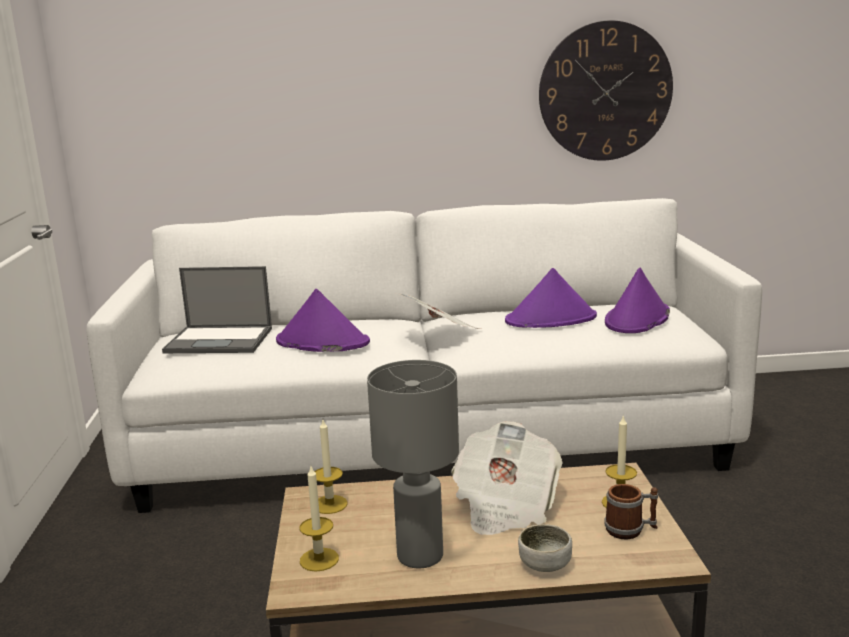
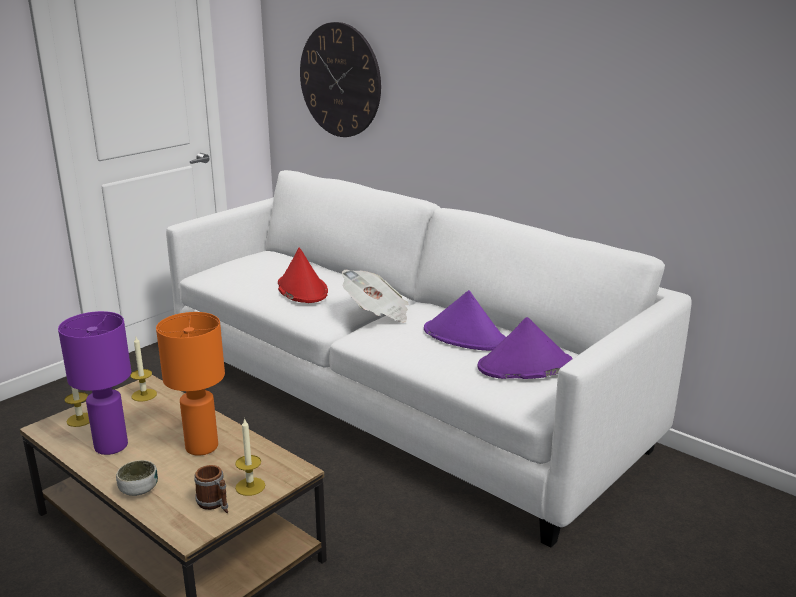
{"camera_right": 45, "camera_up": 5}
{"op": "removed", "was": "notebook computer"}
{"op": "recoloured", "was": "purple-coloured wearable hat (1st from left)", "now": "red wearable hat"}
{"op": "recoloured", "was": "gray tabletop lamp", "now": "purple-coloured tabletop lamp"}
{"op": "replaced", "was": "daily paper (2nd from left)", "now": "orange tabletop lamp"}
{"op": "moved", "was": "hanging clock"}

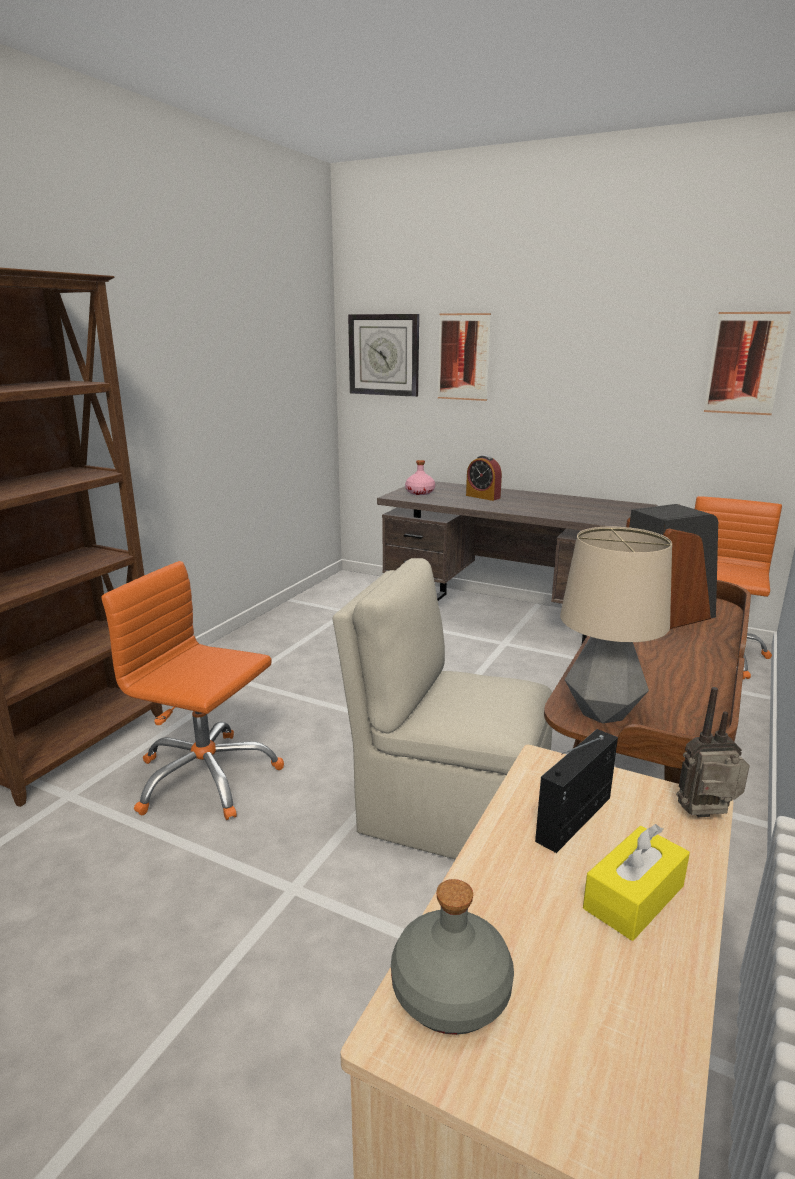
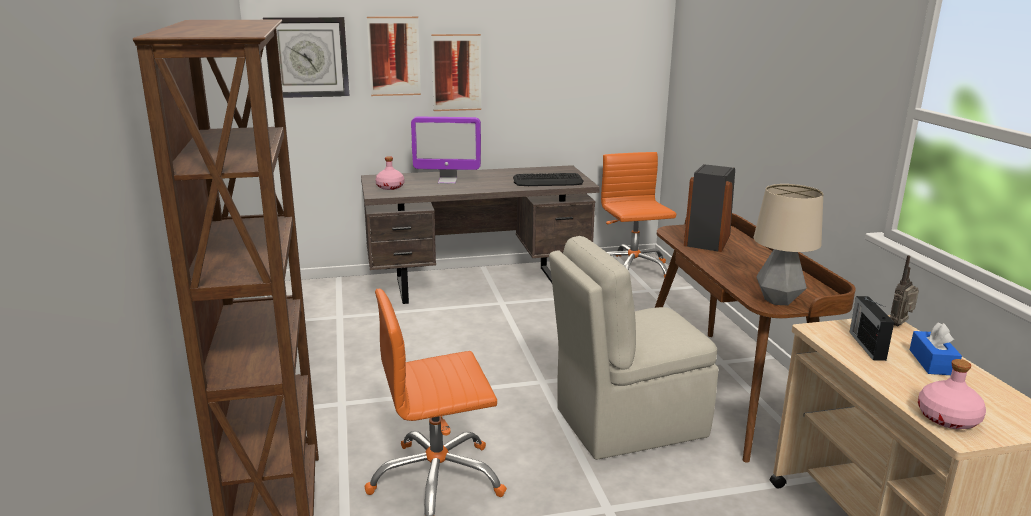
{"camera_right": -40, "camera_up": 0}
{"op": "recoloured", "was": "gray bottle", "now": "pink bottle (2nd from left)"}
{"op": "replaced", "was": "bedside clock", "now": "computer display"}
{"op": "recoloured", "was": "yellowish tissue box", "now": "bluish tissue box"}
{"op": "moved", "was": "wall picture (2nd from left)"}
{"op": "added", "now": "PC keyboard"}

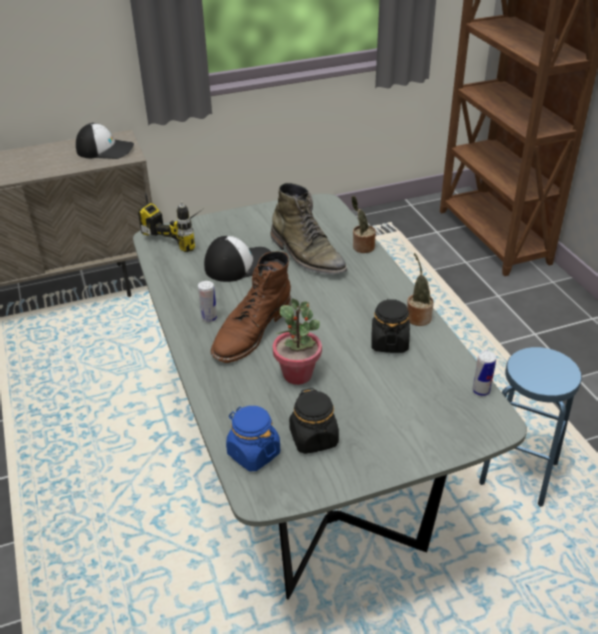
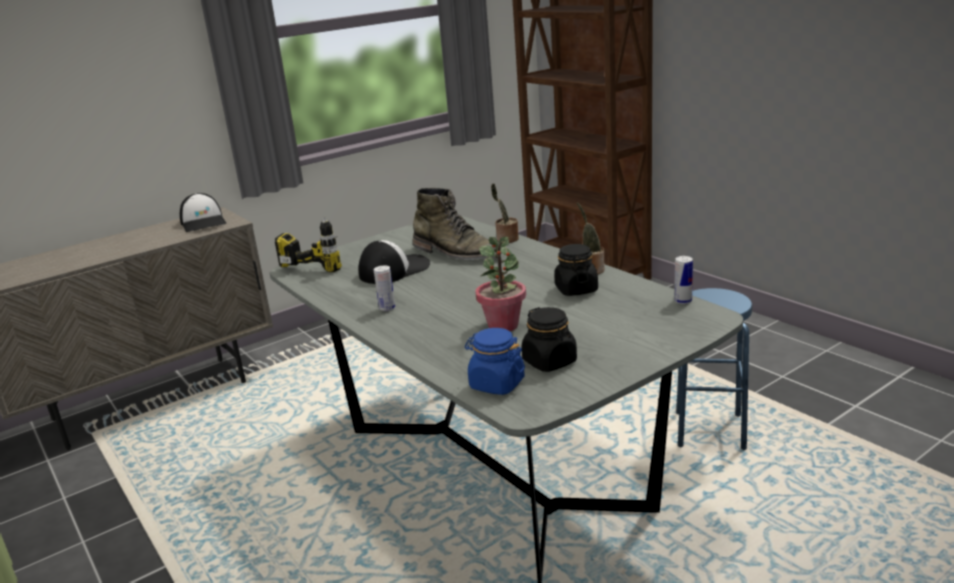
{"camera_right": -15, "camera_up": -15}
{"op": "turned", "was": "peaked cap (1st from left)", "clockwise": 75}
{"op": "removed", "was": "brownish high-top boot"}

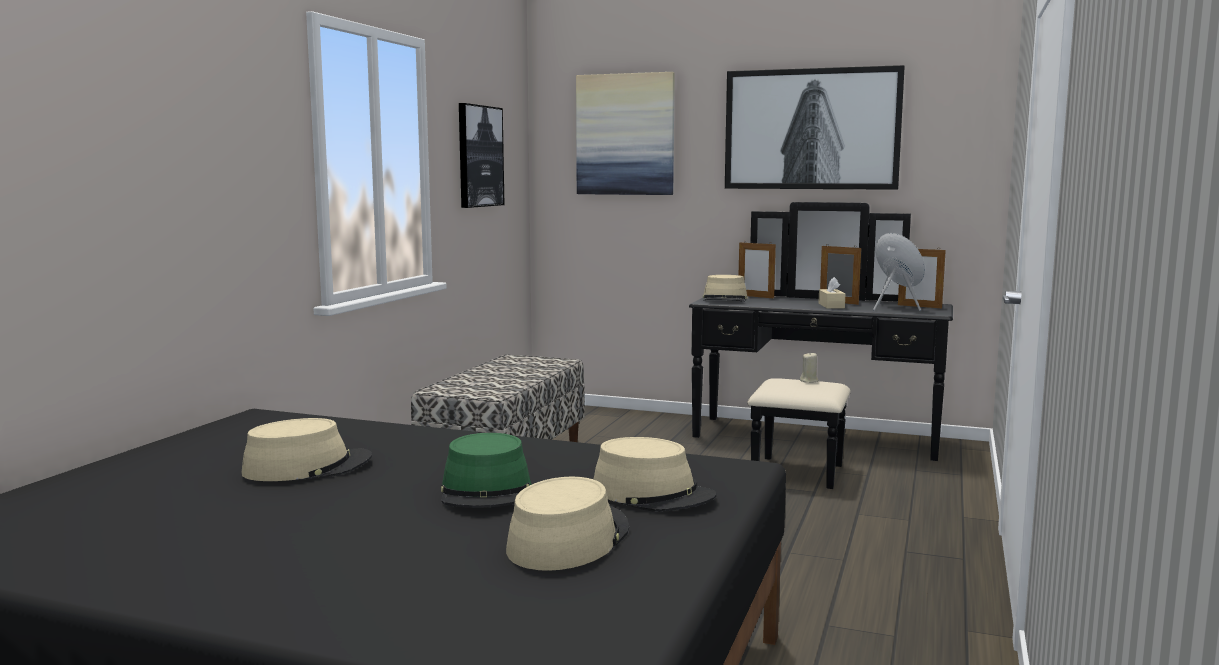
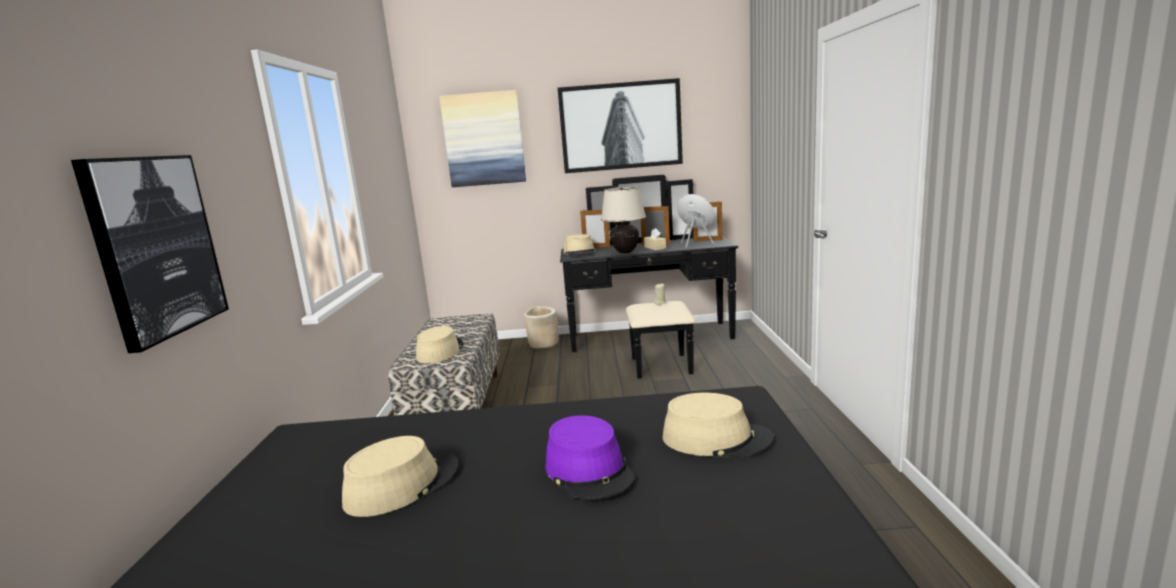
{"camera_right": -20, "camera_up": 5}
{"op": "recoloured", "was": "green wearable hat", "now": "purple-coloured wearable hat"}
{"op": "moved", "was": "wall picture (1st from left)"}
{"op": "moved", "was": "beige-coloured wearable hat (2nd from left)"}
{"op": "added", "now": "beige-coloured plant pot"}
{"op": "added", "now": "beige-coloured tabletop lamp"}

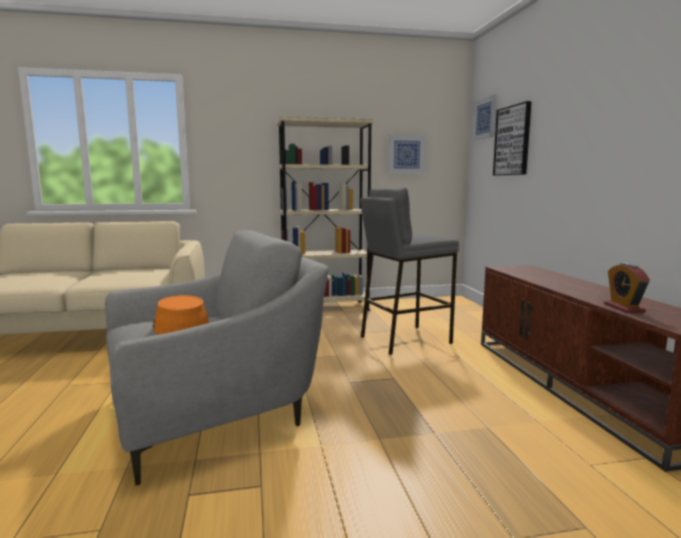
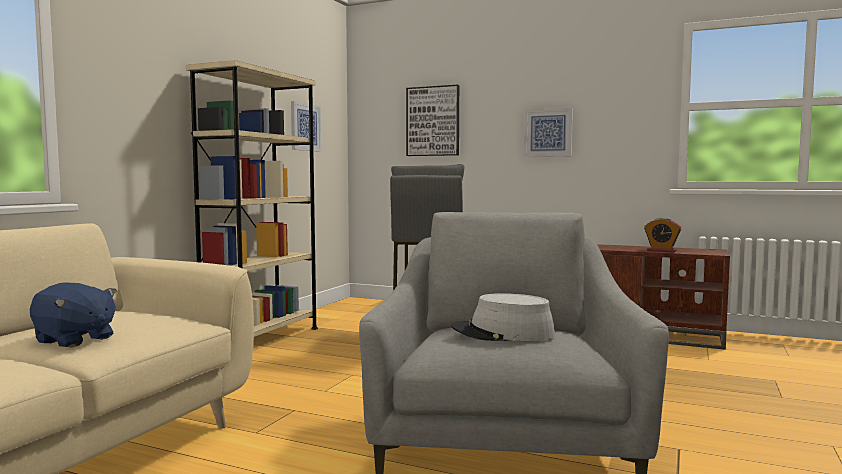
{"camera_right": -55, "camera_up": -5}
{"op": "recoloured", "was": "orange wearable hat", "now": "gray wearable hat"}
{"op": "moved", "was": "wall picture (2nd from left in the first image)", "now": "wall picture (3rd from left)"}
{"op": "added", "now": "bluish cuddly toy"}

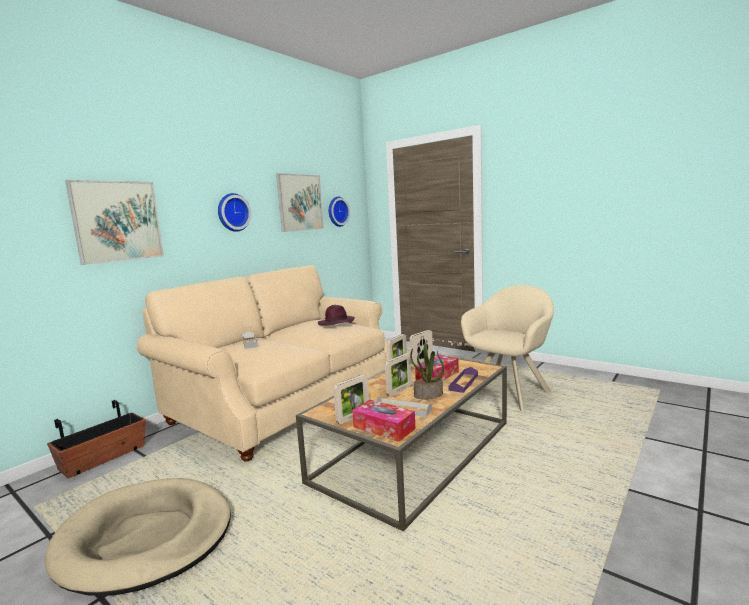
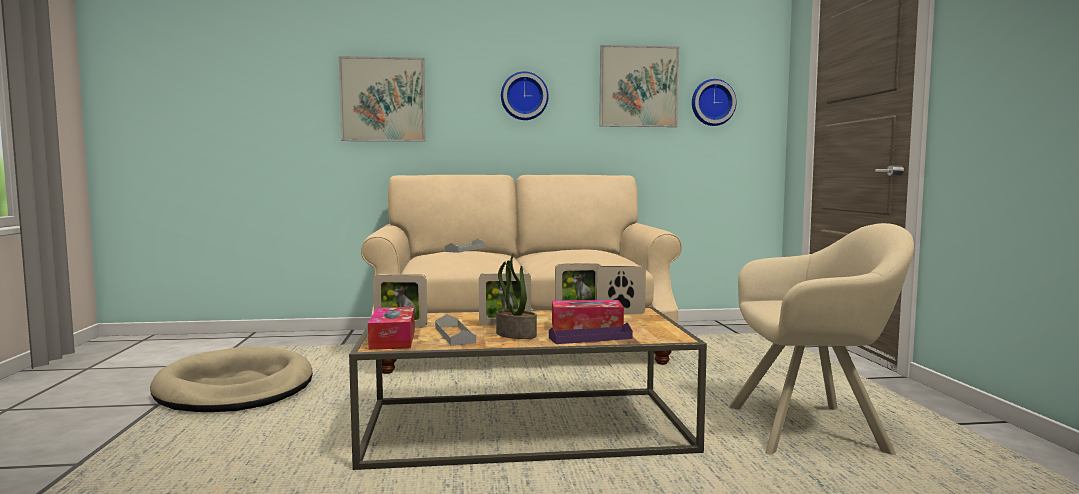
{"camera_right": 45, "camera_up": -5}
{"op": "removed", "was": "plant pot"}
{"op": "removed", "was": "purple-coloured wearable hat"}

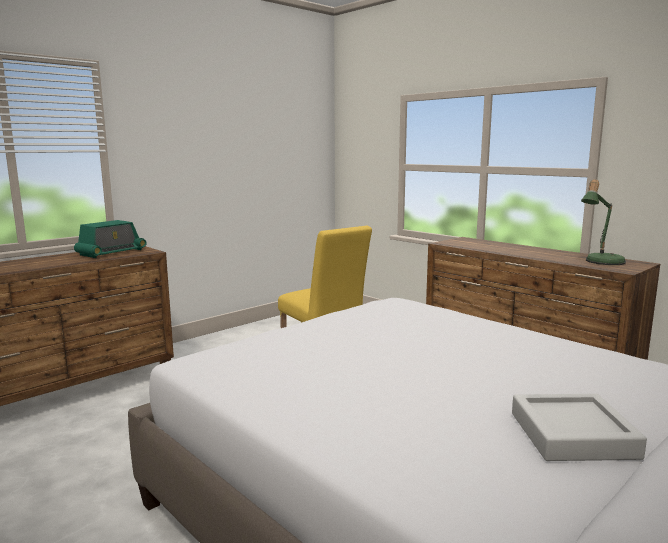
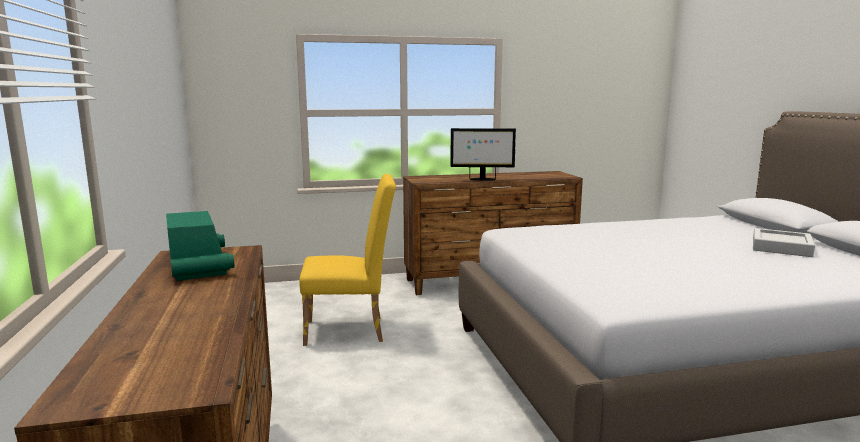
{"camera_right": -60, "camera_up": 0}
{"op": "removed", "was": "tabletop lamp"}
{"op": "added", "now": "computer display"}

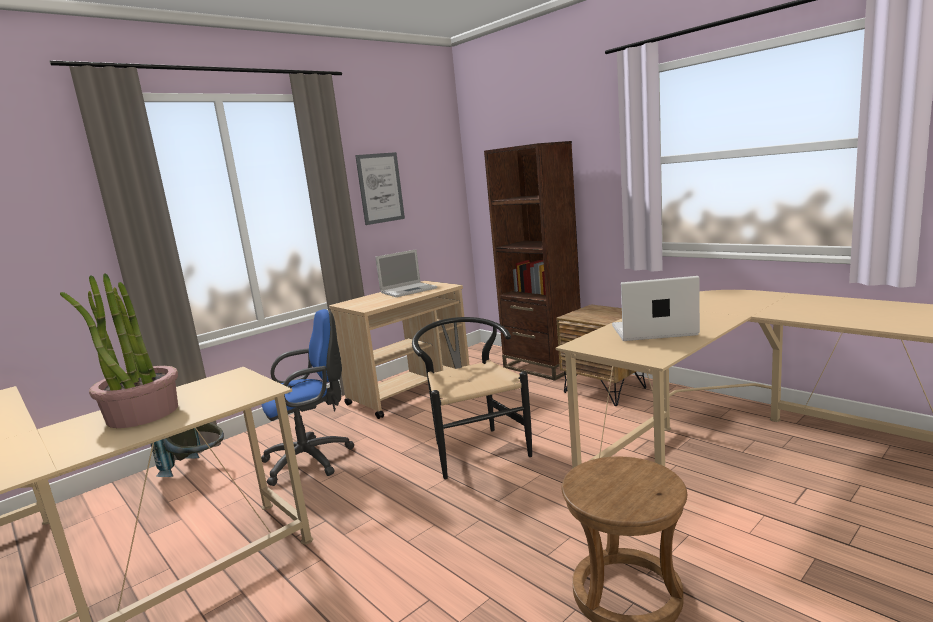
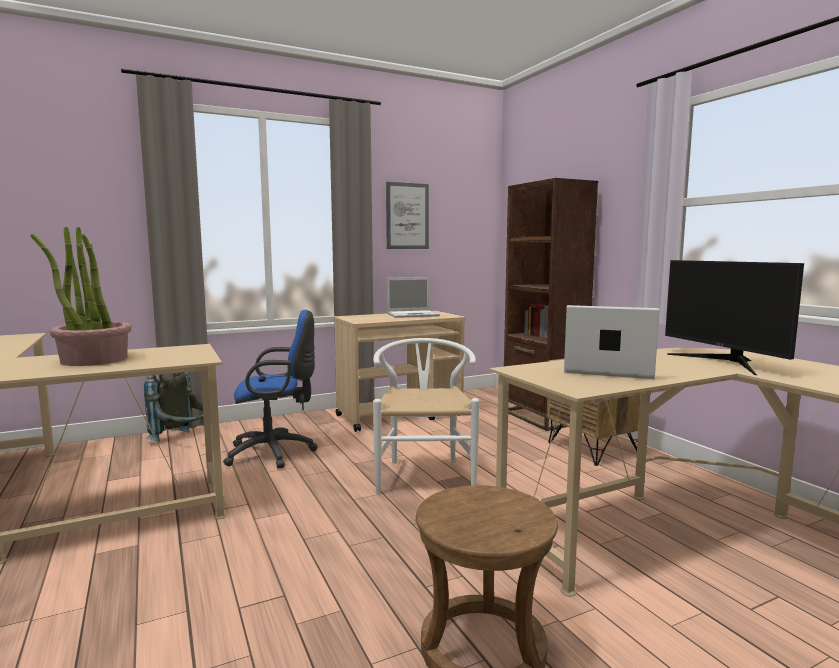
{"camera_right": 15, "camera_up": -5}
{"op": "recoloured", "was": "black-coloured upright chair", "now": "white upright chair"}
{"op": "added", "now": "computer display"}

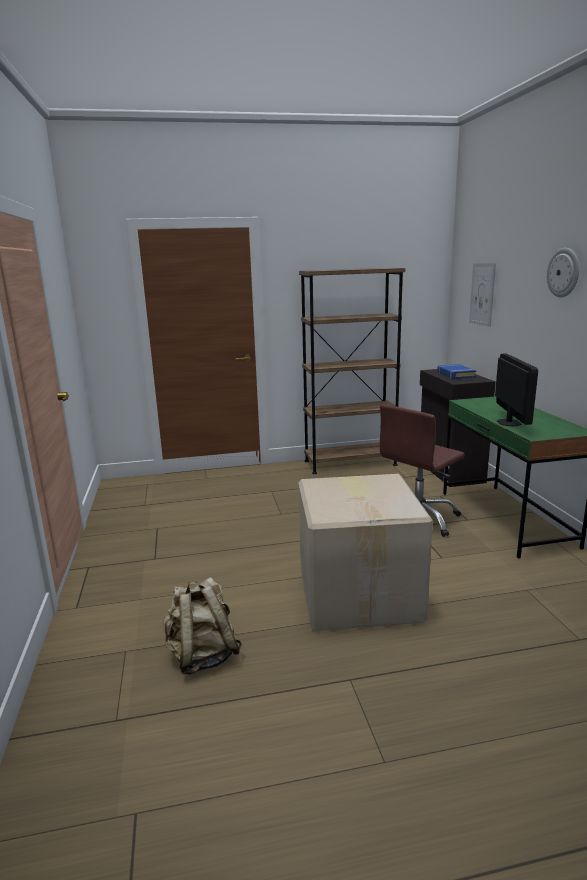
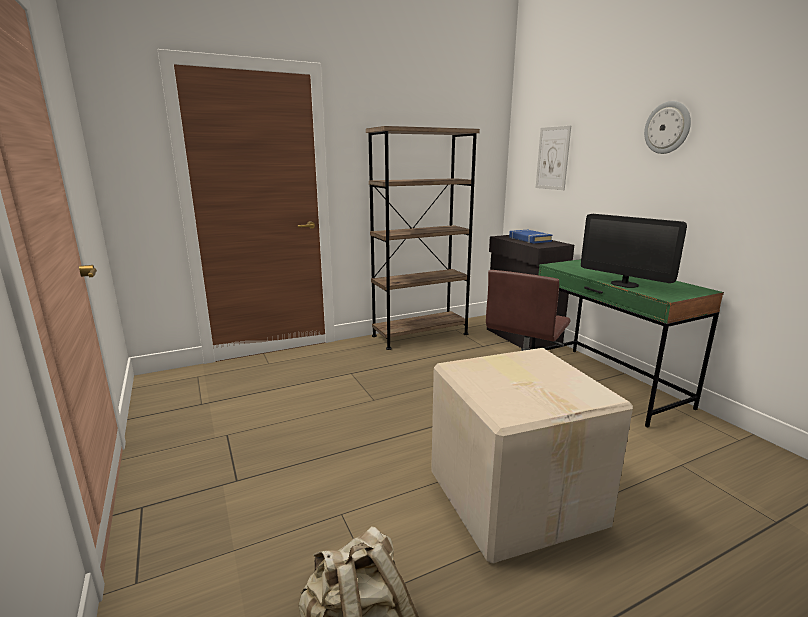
{"camera_right": -15, "camera_up": 0}
{"op": "turned", "was": "computer display", "clockwise": 150}

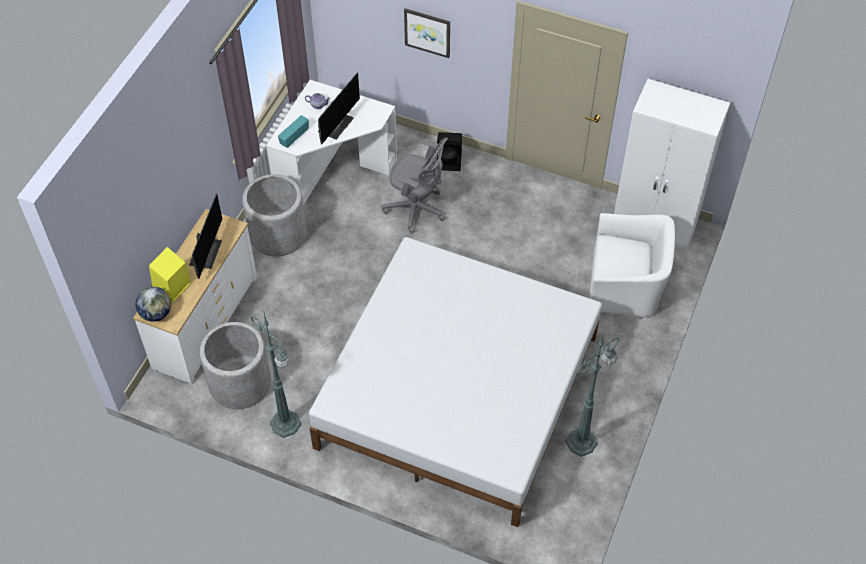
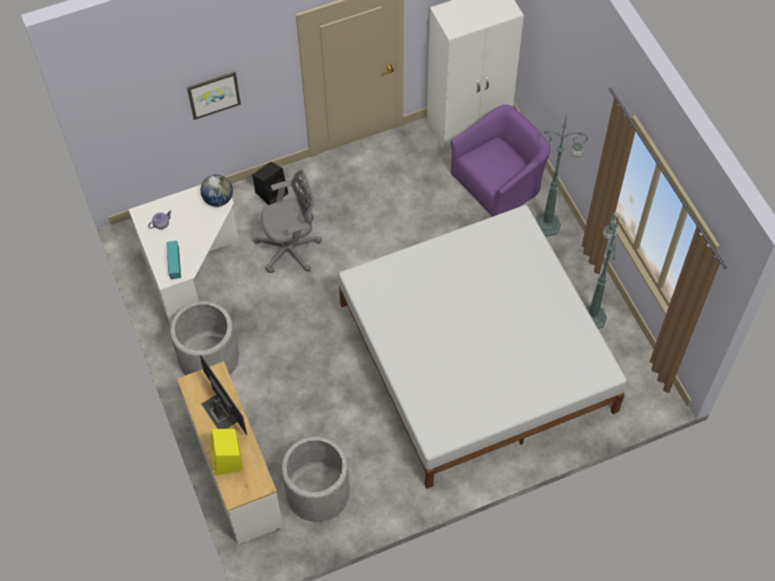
{"camera_right": -45, "camera_up": 5}
{"op": "moved", "was": "desk globe"}
{"op": "moved", "was": "green standing lamp (1st from left)"}
{"op": "removed", "was": "computer display (2nd from left)"}
{"op": "recoloured", "was": "white lounge chair", "now": "purple-coloured lounge chair"}

